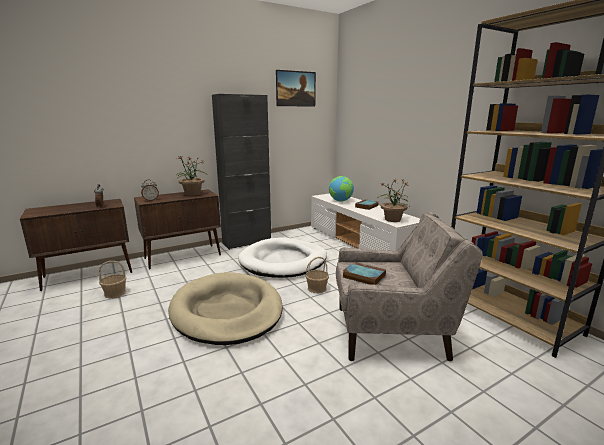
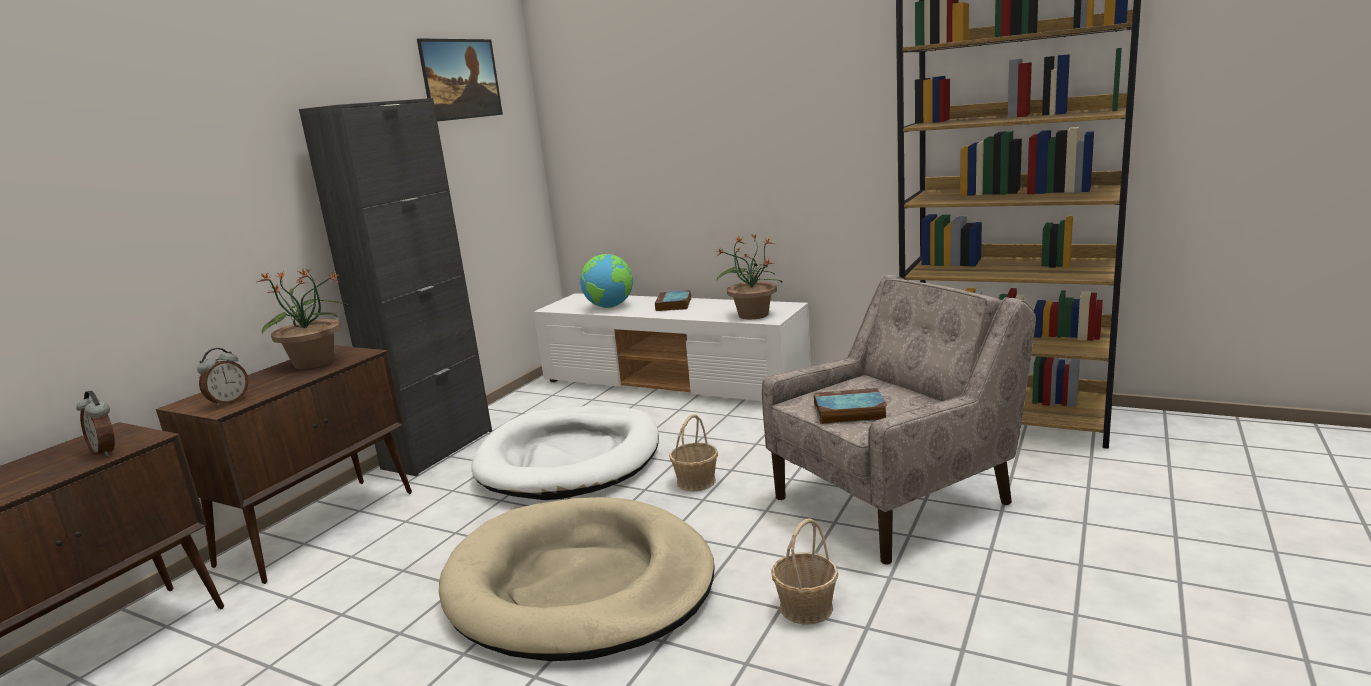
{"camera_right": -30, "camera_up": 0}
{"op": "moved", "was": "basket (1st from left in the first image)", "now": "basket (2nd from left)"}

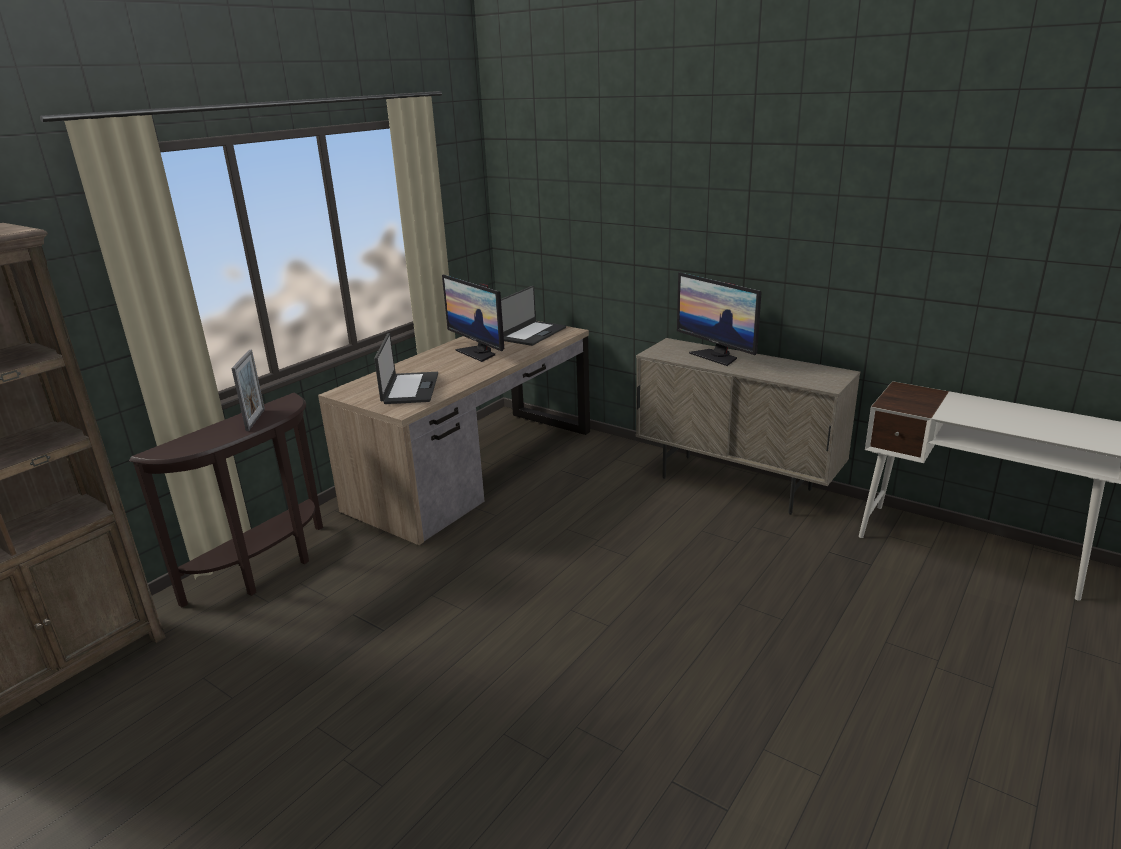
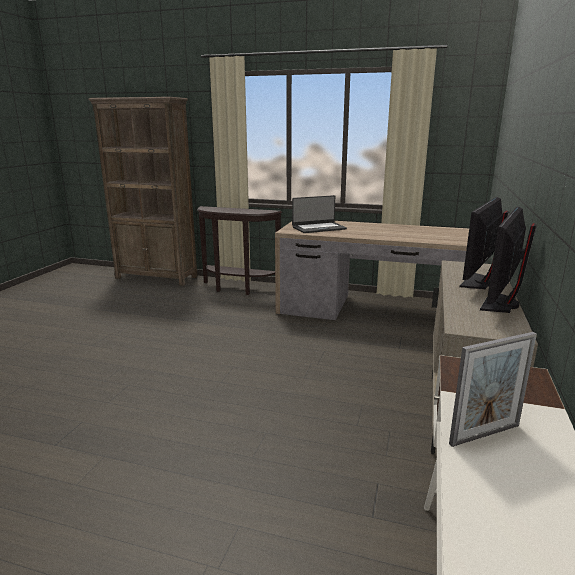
{"camera_right": 70, "camera_up": -5}
{"op": "moved", "was": "standing frame"}
{"op": "moved", "was": "computer display (1st from left in the first image)", "now": "computer display (2nd from left)"}
{"op": "removed", "was": "notebook computer (2nd from left)"}

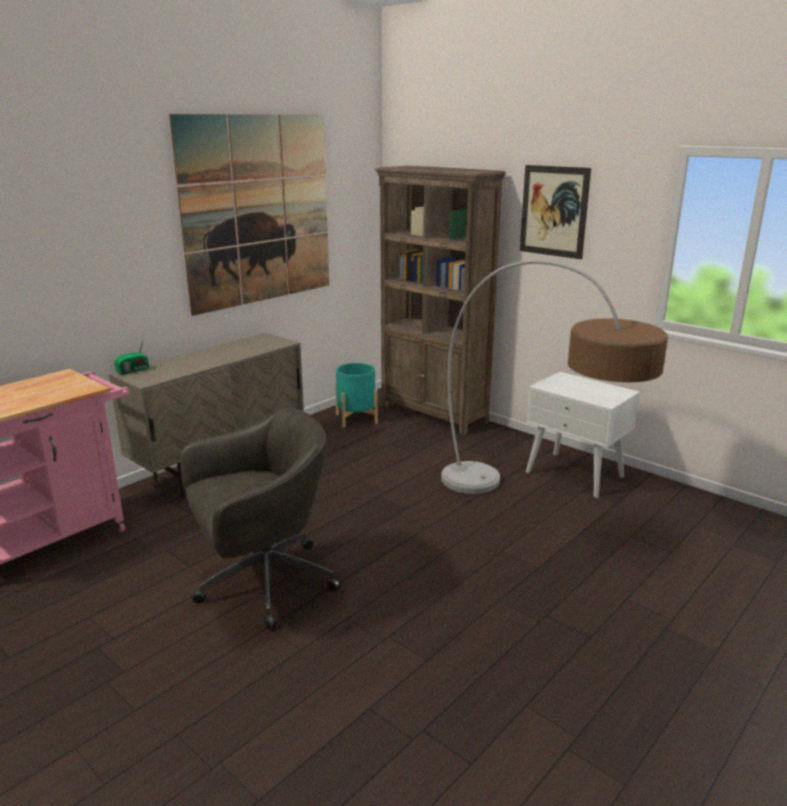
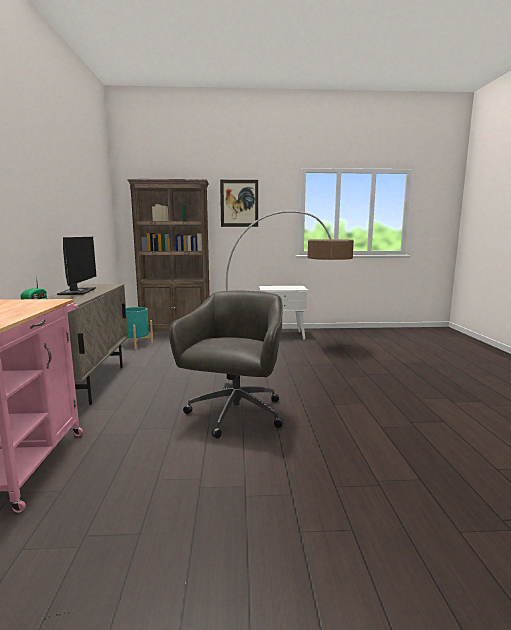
{"camera_right": -45, "camera_up": -10}
{"op": "removed", "was": "wall picture (1st from left)"}
{"op": "added", "now": "computer display"}

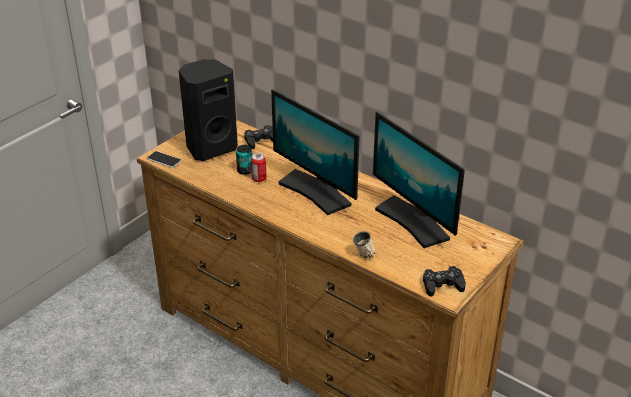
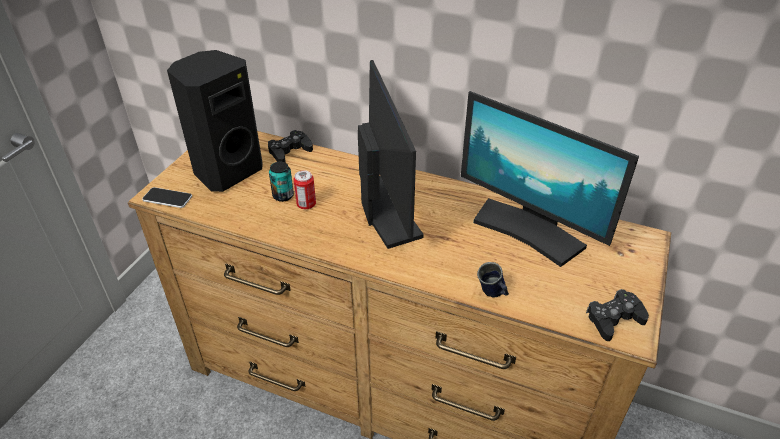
{"camera_right": -15, "camera_up": 5}
{"op": "turned", "was": "computer display (1st from left)", "clockwise": -135}
{"op": "recoloured", "was": "beige-coloured tea mug", "now": "bluish tea mug"}

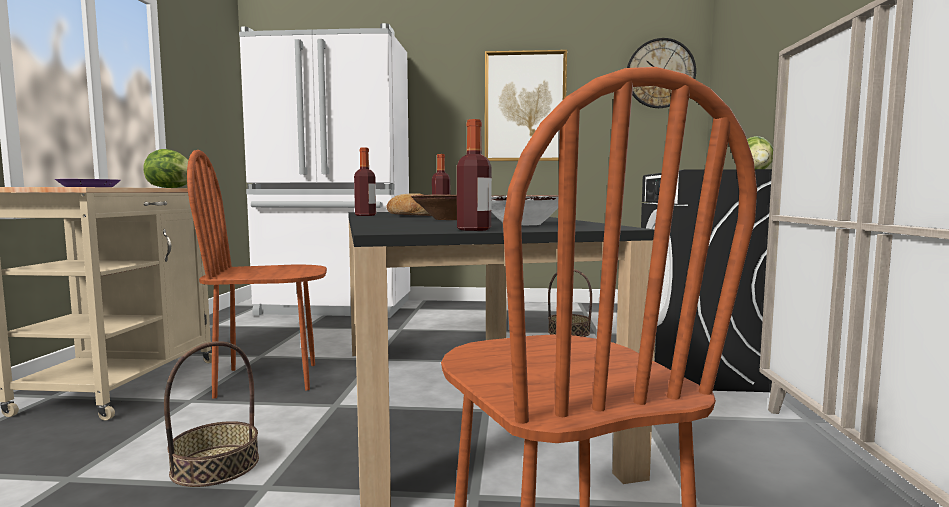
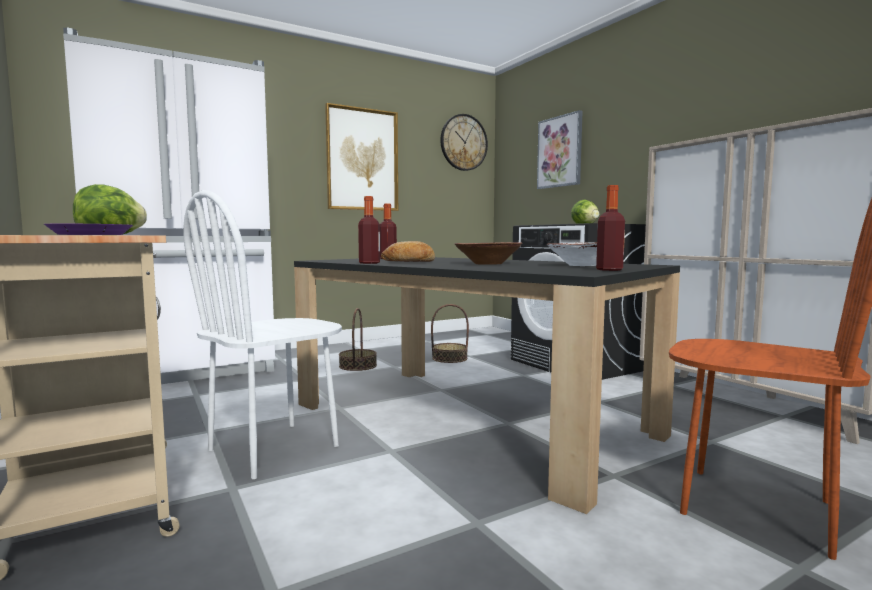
{"camera_right": -35, "camera_up": 0}
{"op": "moved", "was": "basket (1st from left)"}
{"op": "recoloured", "was": "brownish upright chair (1st from left)", "now": "white upright chair"}
{"op": "added", "now": "wall picture (2nd from left)"}

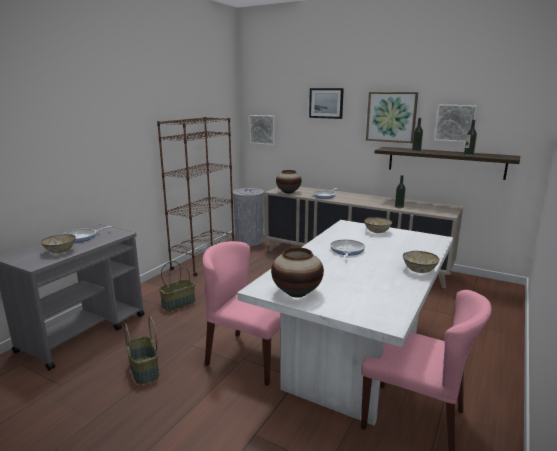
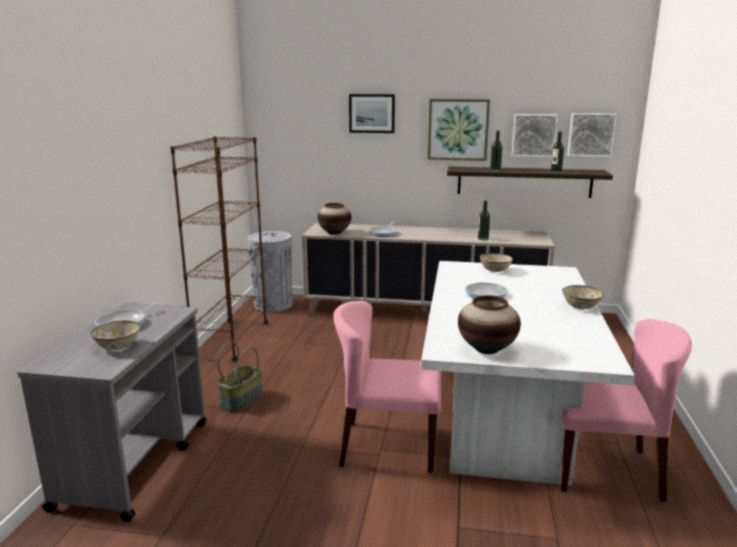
{"camera_right": -20, "camera_up": 0}
{"op": "removed", "was": "basket (1st from left)"}
{"op": "moved", "was": "wall picture (1st from left in the first image)", "now": "wall picture (4th from left)"}

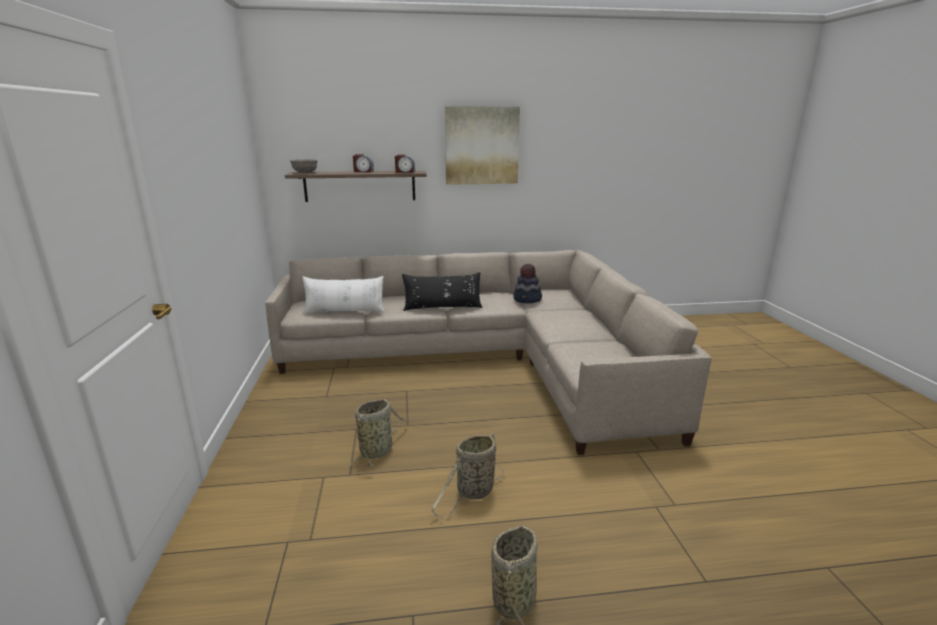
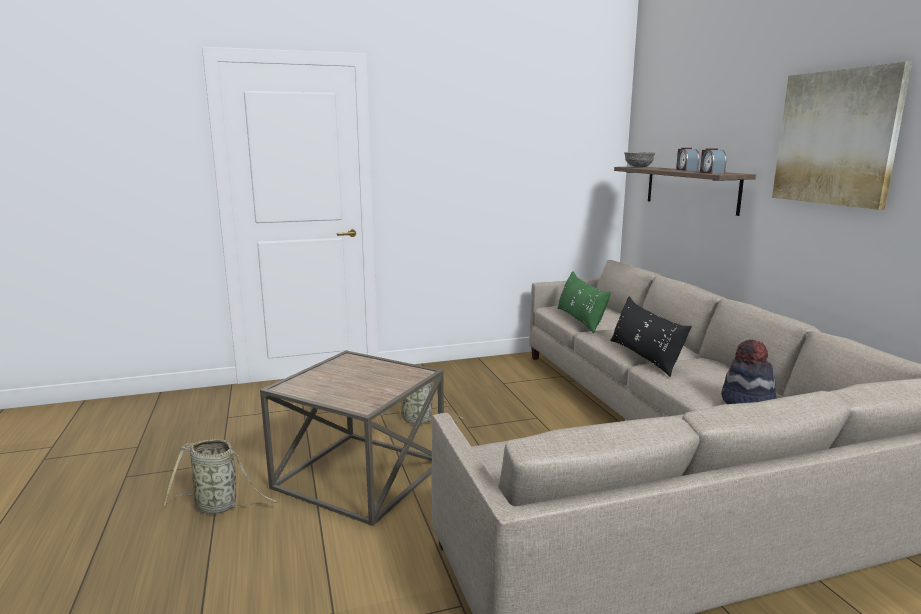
{"camera_right": 80, "camera_up": -5}
{"op": "recoloured", "was": "white throw pillow", "now": "green throw pillow"}
{"op": "replaced", "was": "basket (2nd from left)", "now": "brownish accent table"}

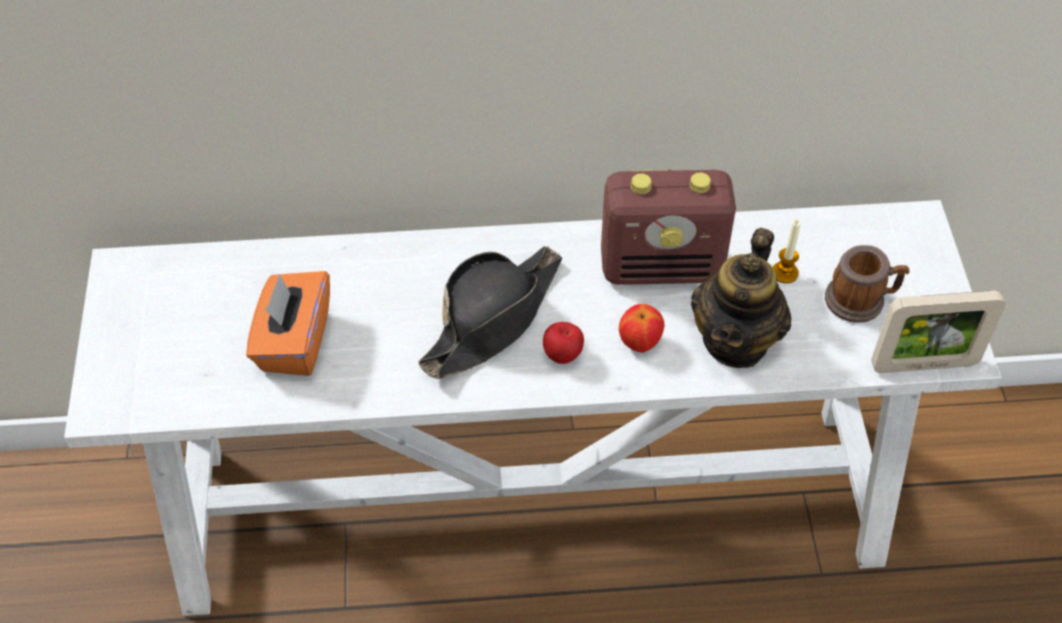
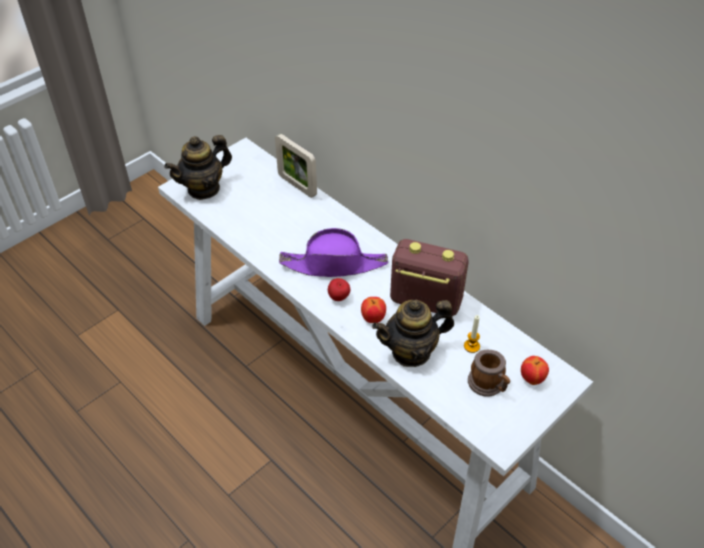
{"camera_right": 50, "camera_up": -5}
{"op": "removed", "was": "orange tissue box"}
{"op": "recoloured", "was": "black-coloured wearable hat", "now": "purple-coloured wearable hat"}
{"op": "turned", "was": "radio", "clockwise": 150}
{"op": "moved", "was": "standing frame"}
{"op": "added", "now": "pot for tea (1st from left)"}
{"op": "added", "now": "apple (3rd from left)"}

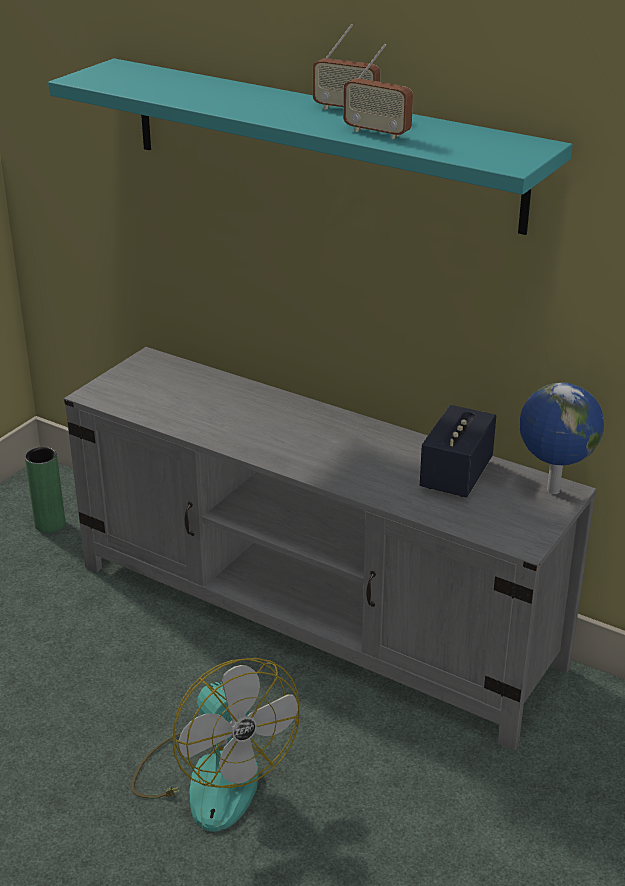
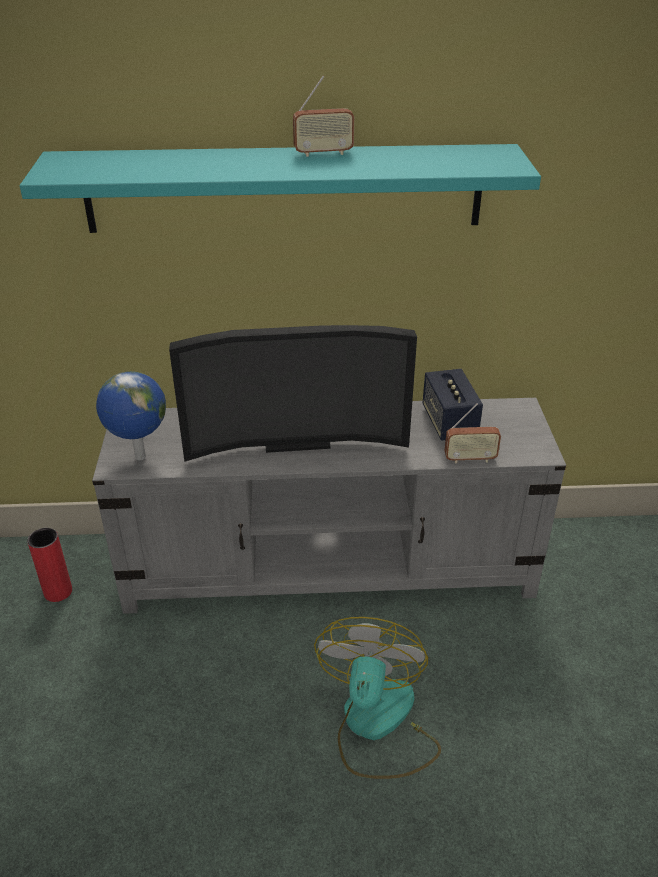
{"camera_right": -35, "camera_up": 5}
{"op": "recoloured", "was": "green vase", "now": "red vase"}
{"op": "turned", "was": "fan", "clockwise": -105}
{"op": "moved", "was": "radio (2nd from left)"}
{"op": "moved", "was": "desk globe"}
{"op": "added", "now": "television"}

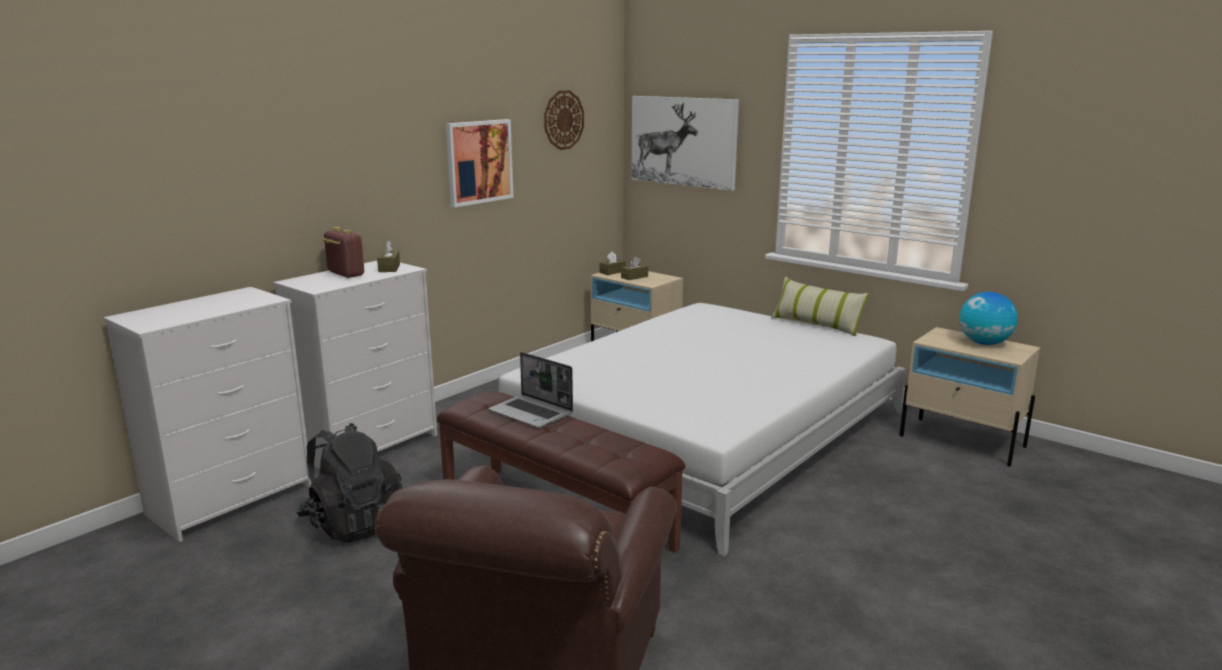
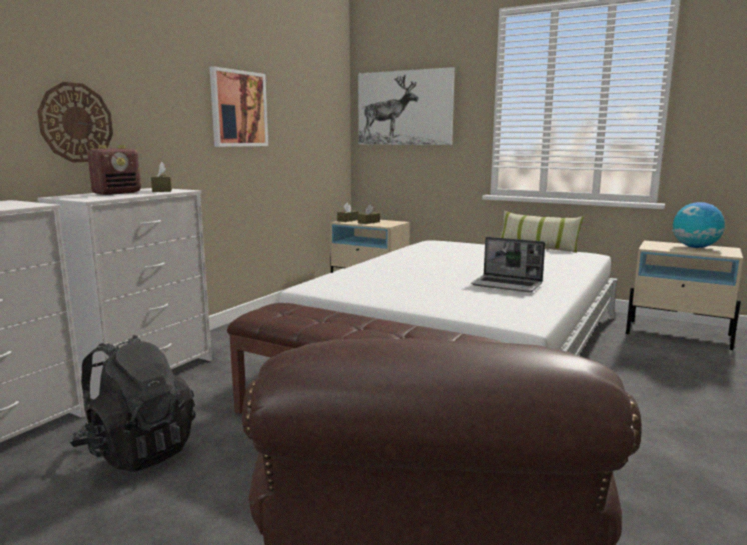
{"camera_right": -10, "camera_up": -5}
{"op": "turned", "was": "radio", "clockwise": 90}
{"op": "moved", "was": "notebook computer"}
{"op": "moved", "was": "hanging clock"}

